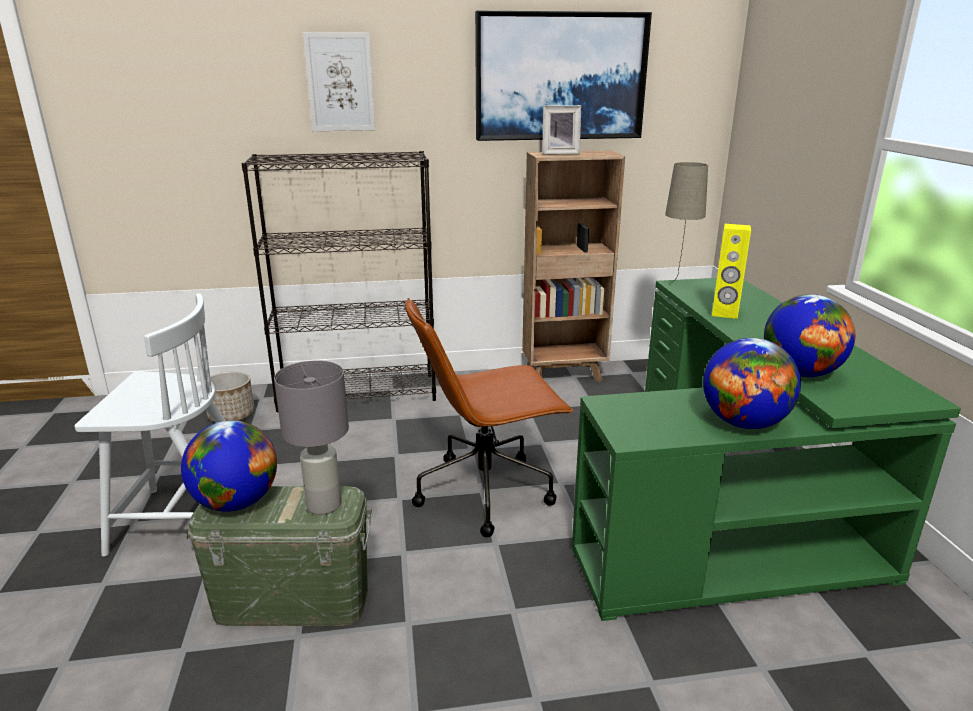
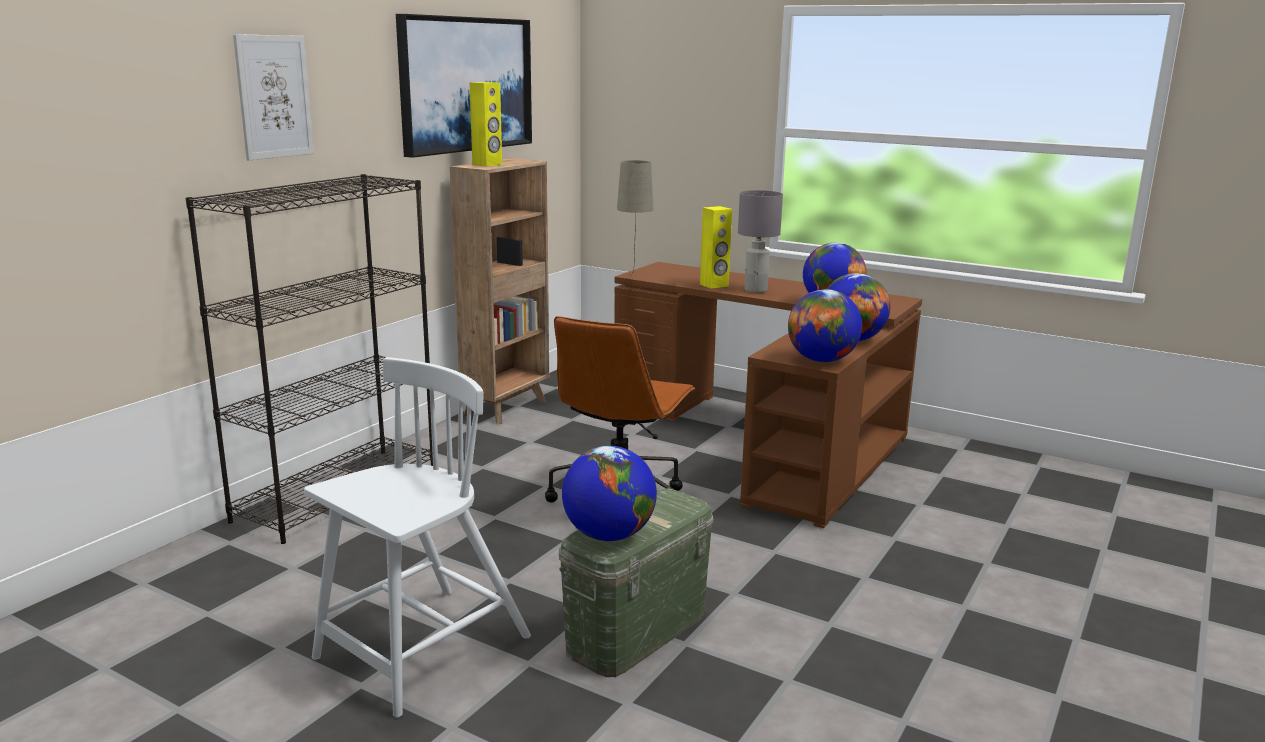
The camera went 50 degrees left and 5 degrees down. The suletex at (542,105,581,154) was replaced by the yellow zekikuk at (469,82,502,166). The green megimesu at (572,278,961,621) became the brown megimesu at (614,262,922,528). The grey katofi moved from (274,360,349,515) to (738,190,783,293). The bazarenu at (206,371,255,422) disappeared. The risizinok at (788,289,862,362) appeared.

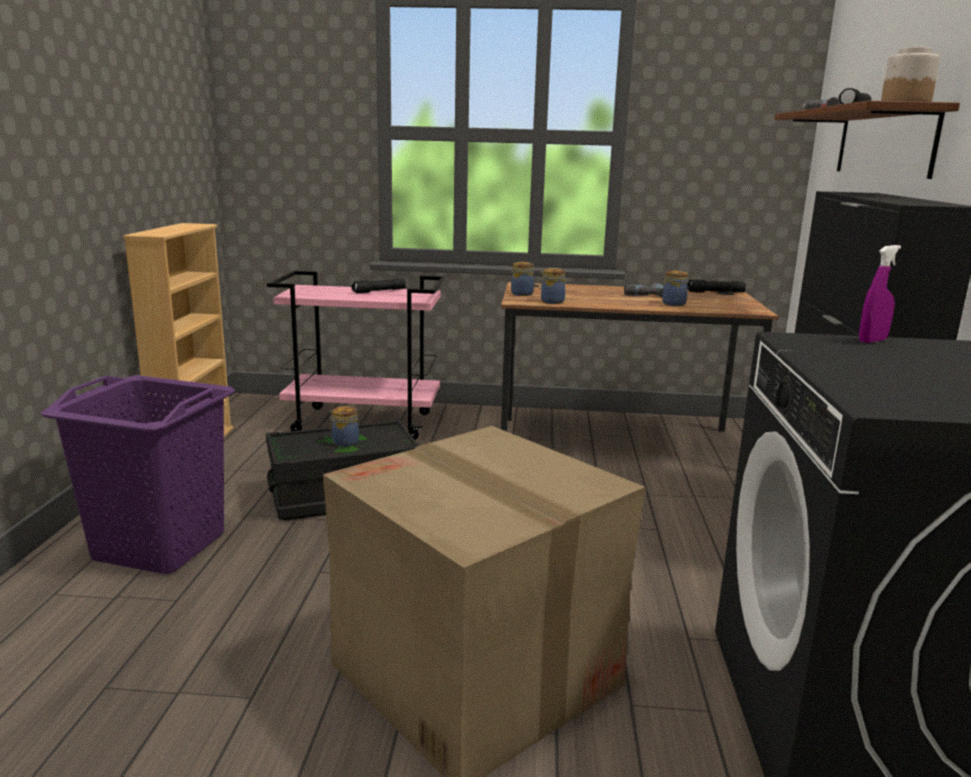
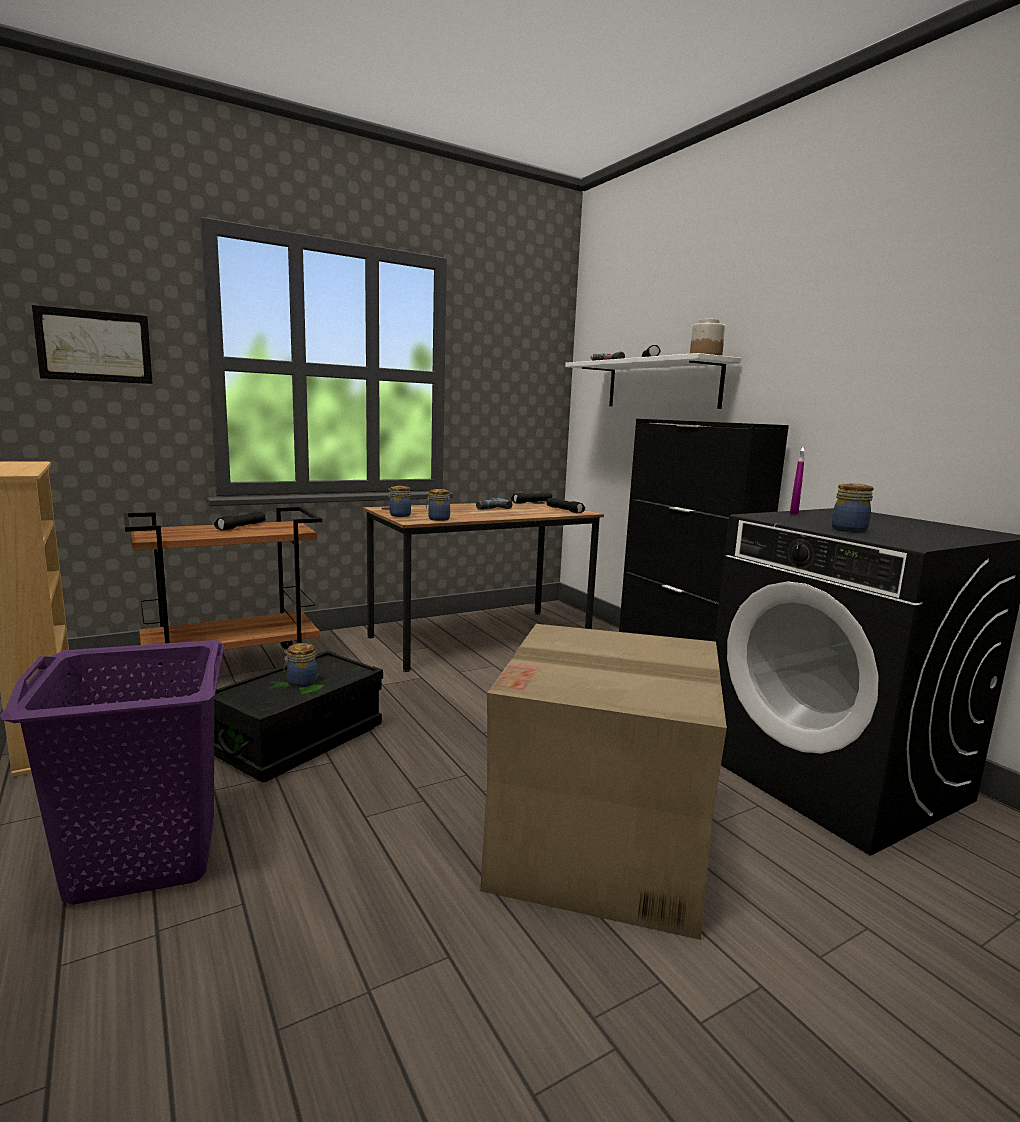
The camera went 35 degrees left and 5 degrees down. The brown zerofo at (774,100,960,179) became the white zerofo at (565,353,741,409). The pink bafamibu at (267,271,445,440) became the brown bafamibu at (123,507,322,691). The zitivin moved from (662,271,689,306) to (832,483,874,533). The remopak at (32,305,153,384) appeared. The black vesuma at (547,498,585,513) appeared.

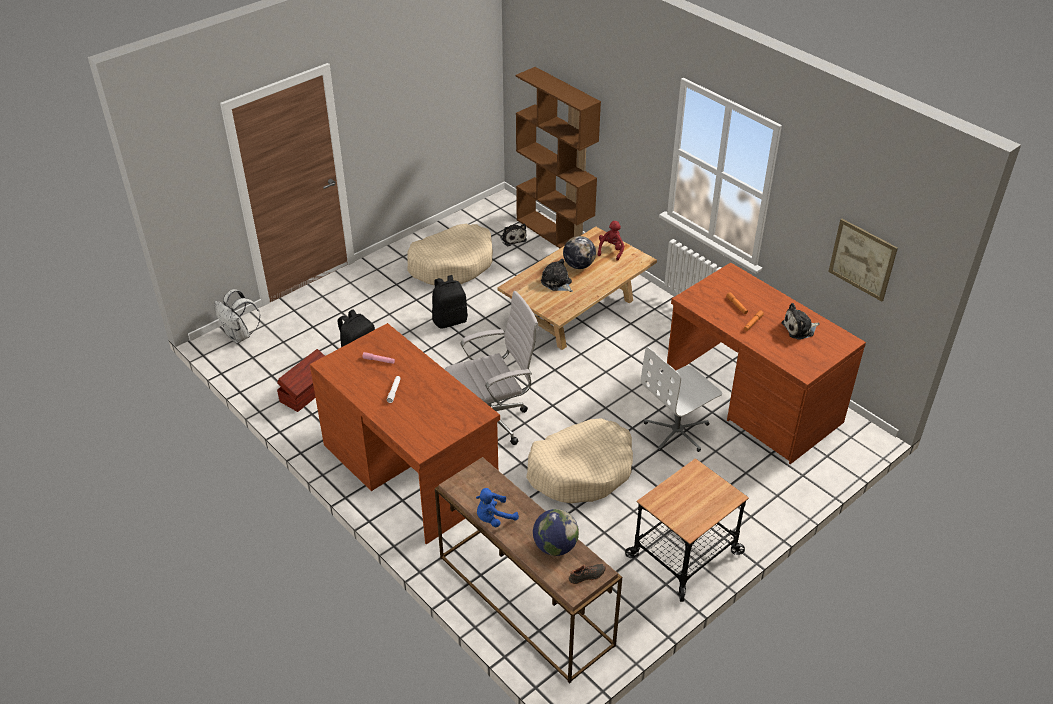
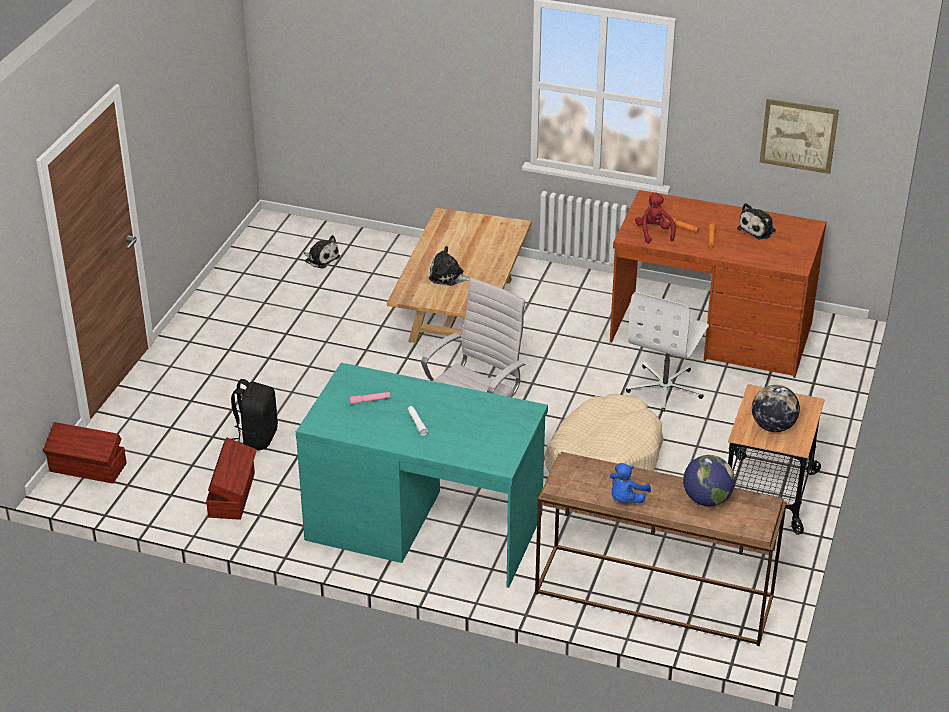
The camera went 30 degrees left and 5 degrees down. The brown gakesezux at (516,67,601,248) disappeared. The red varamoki moved from (597,221,624,261) to (635,192,676,243). The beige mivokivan at (407,224,493,285) disappeared. The risizinok moved from (563,236,596,269) to (752,385,800,432). The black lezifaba at (432,275,468,329) disappeared. The white lezifaba at (215,289,260,343) was replaced by the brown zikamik at (43,422,127,483). The brown megimesu at (310,323,500,544) became the turquoise megimesu at (296,363,548,588). The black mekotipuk at (569,564,606,584) disappeared.

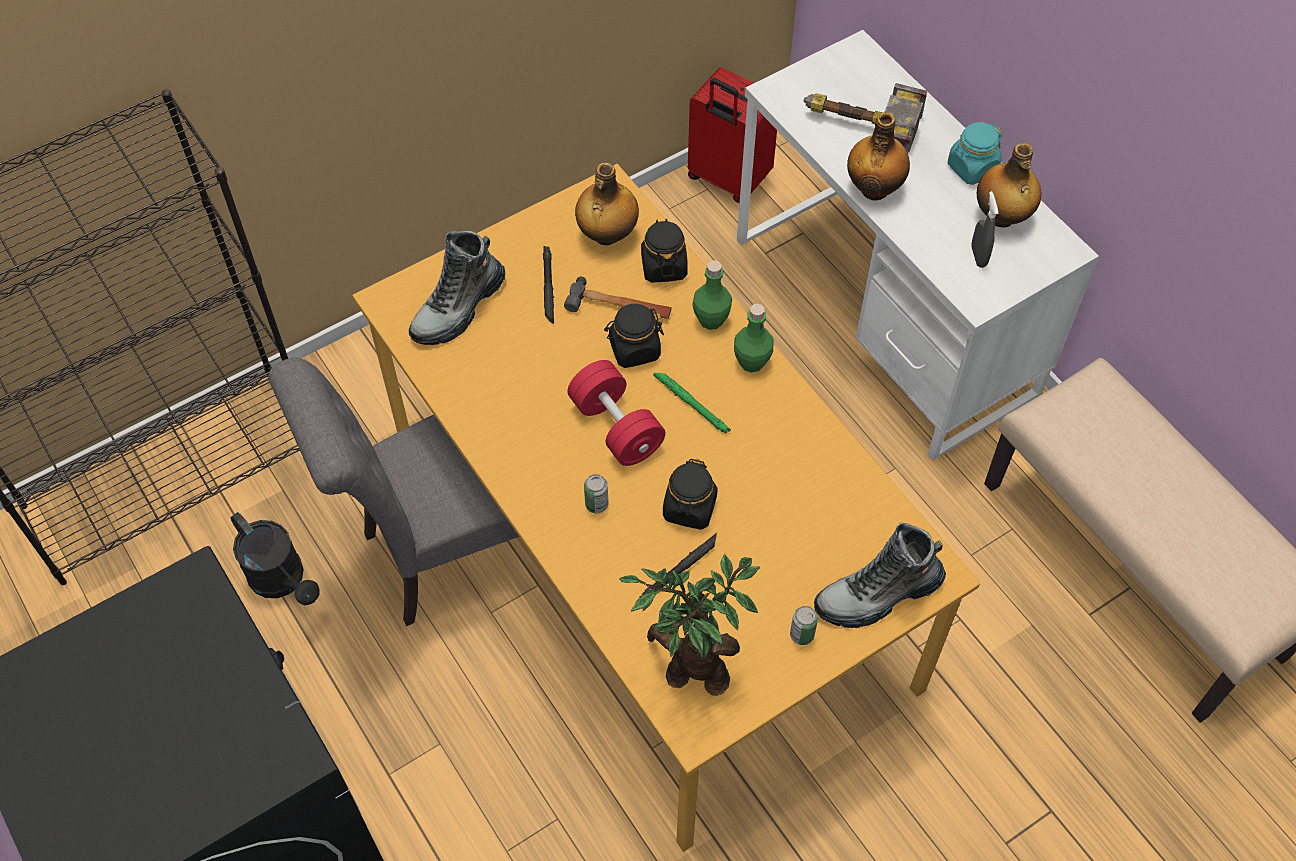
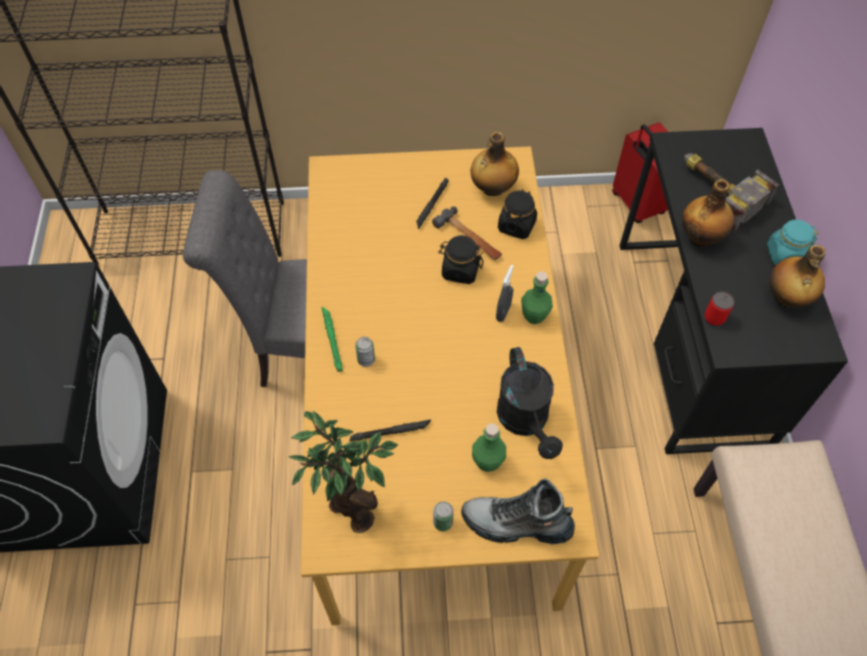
The camera went 30 degrees right and 0 degrees up. The white megimesu at (737,30,1099,461) became the black megimesu at (619,128,848,454). The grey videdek moved from (971,191,999,268) to (496,265,514,322). The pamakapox at (409,231,505,345) disappeared. The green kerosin moved from (692,260,732,330) to (472,423,506,472). The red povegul at (568,360,665,466) disappeared. The green vesuma moved from (653,373,731,433) to (321,307,343,372). The black zitivin at (663,459,718,530) disappeared. The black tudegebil moved from (231,512,320,605) to (497,347,563,459). The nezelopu at (704,291,734,326) appeared.

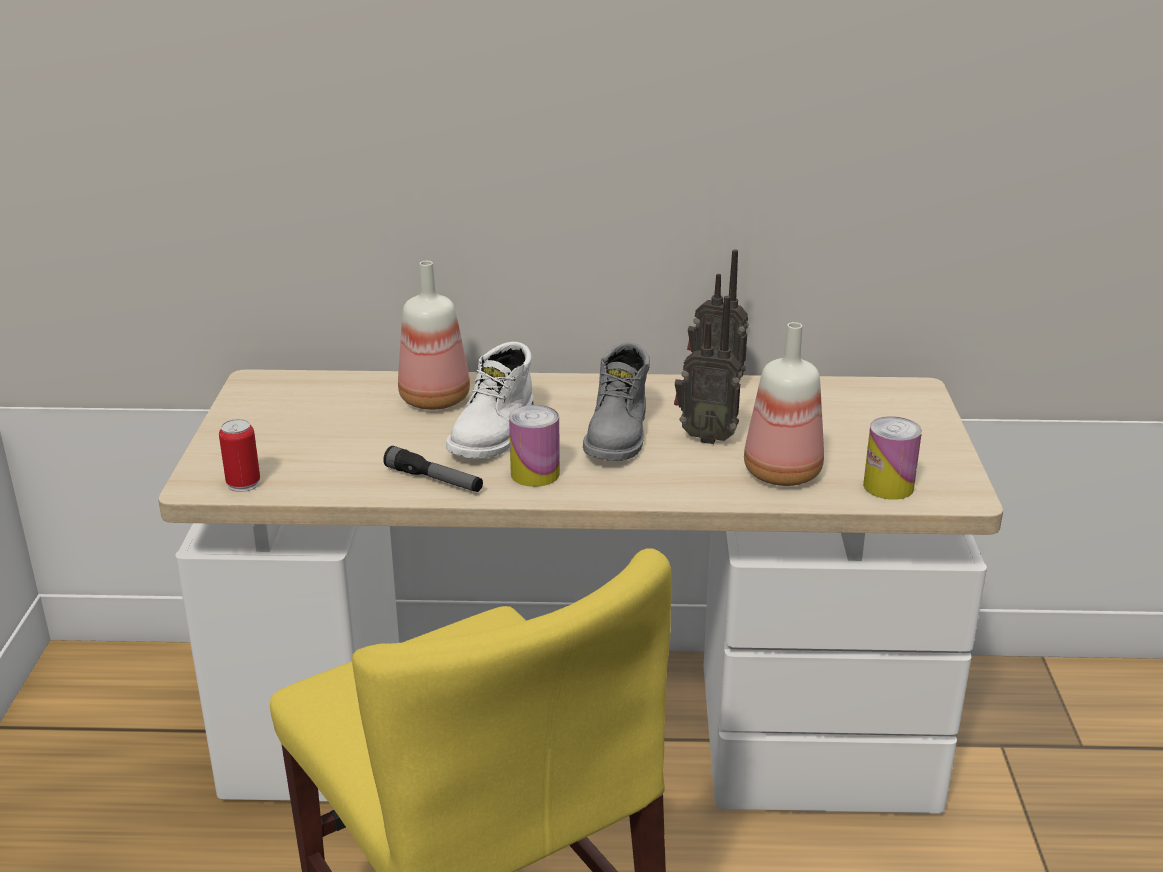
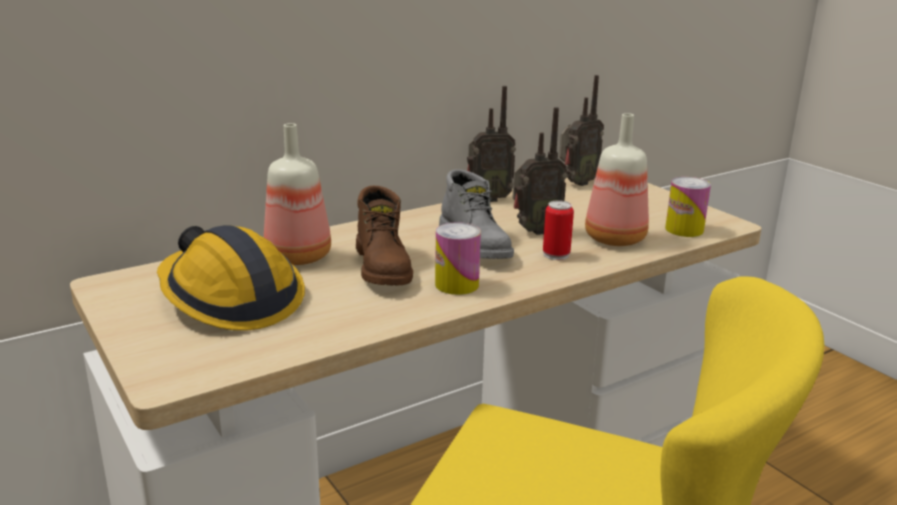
The camera went 35 degrees left and 5 degrees down. The white pamakapox at (446,342,534,458) became the brown pamakapox at (356,186,413,285). The nezelopu moved from (219,419,260,492) to (543,200,574,260). The vesuma at (383,446,483,492) disappeared. The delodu at (559,75,604,186) appeared. The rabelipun at (157,225,305,331) appeared.

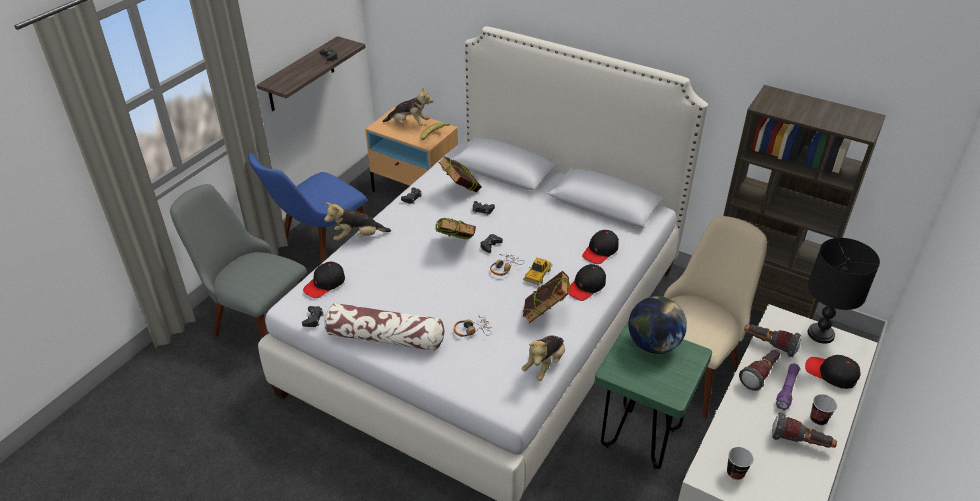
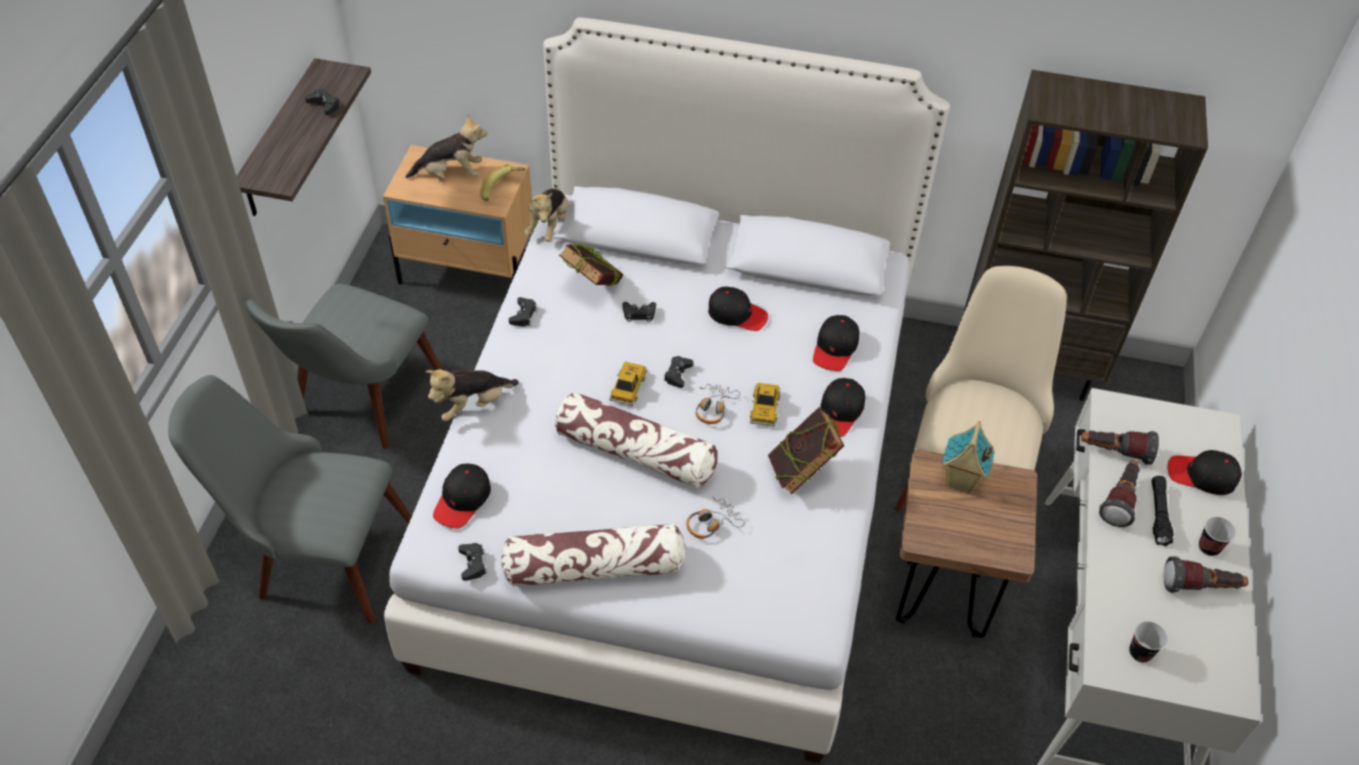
The camera went 20 degrees left and 10 degrees up. The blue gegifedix at (248,153,367,263) became the grey gegifedix at (245,283,443,449). The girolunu at (436,218,476,239) was replaced by the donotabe at (609,362,647,406). The black katofi at (808,238,880,344) disappeared. The risizinok at (628,296,687,354) was replaced by the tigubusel at (942,421,995,494). The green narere at (595,321,712,469) became the brown narere at (896,450,1038,638). The varamoki moved from (522,335,565,381) to (524,188,569,242). The purple vesuma at (776,363,800,411) became the black vesuma at (1152,476,1174,546). The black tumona at (708,287,768,331) appeared. The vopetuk at (555,392,717,488) appeared.

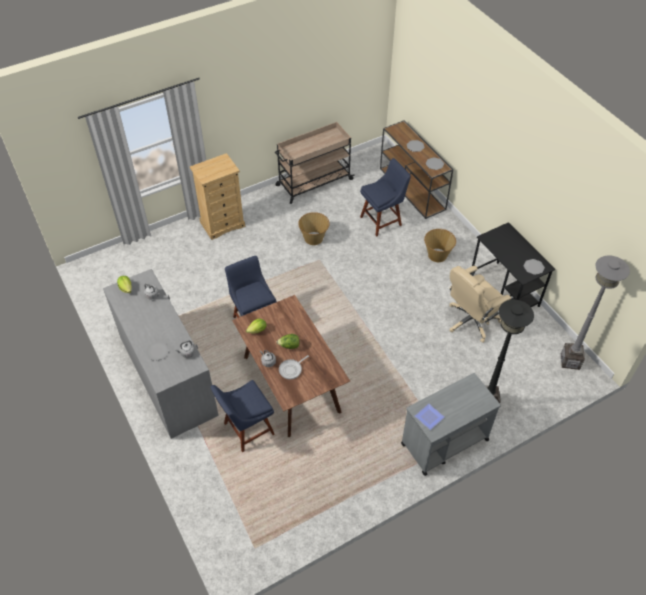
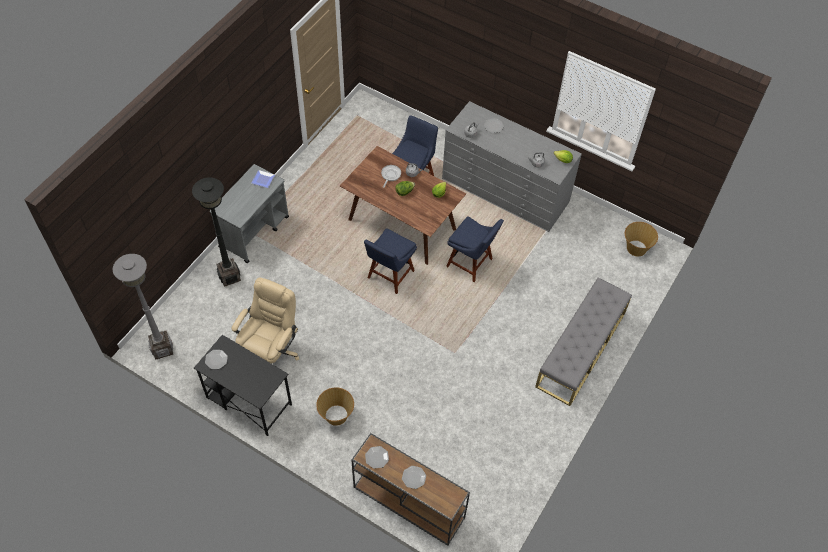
The camera went 150 degrees right and 5 degrees up. The beige bafamibu at (275,122,354,204) disappeared. The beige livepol at (190,153,245,240) was replaced by the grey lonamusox at (535,278,632,406). The blue gegifedix moved from (360,158,411,237) to (364,228,417,294). The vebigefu moved from (298,212,330,245) to (625,222,658,257).

